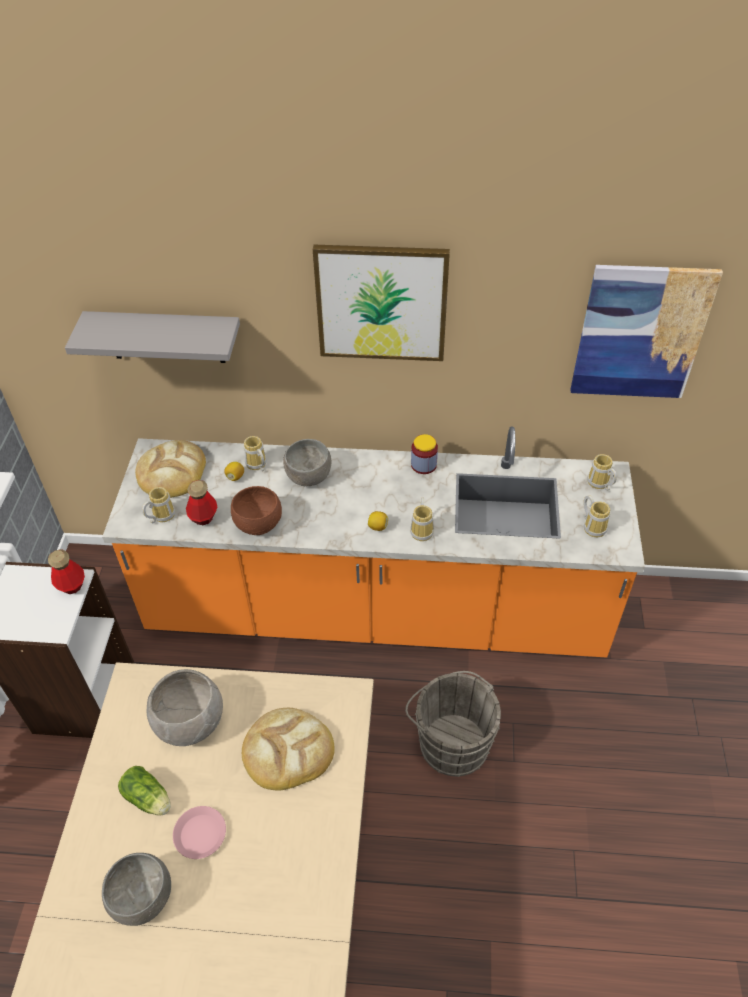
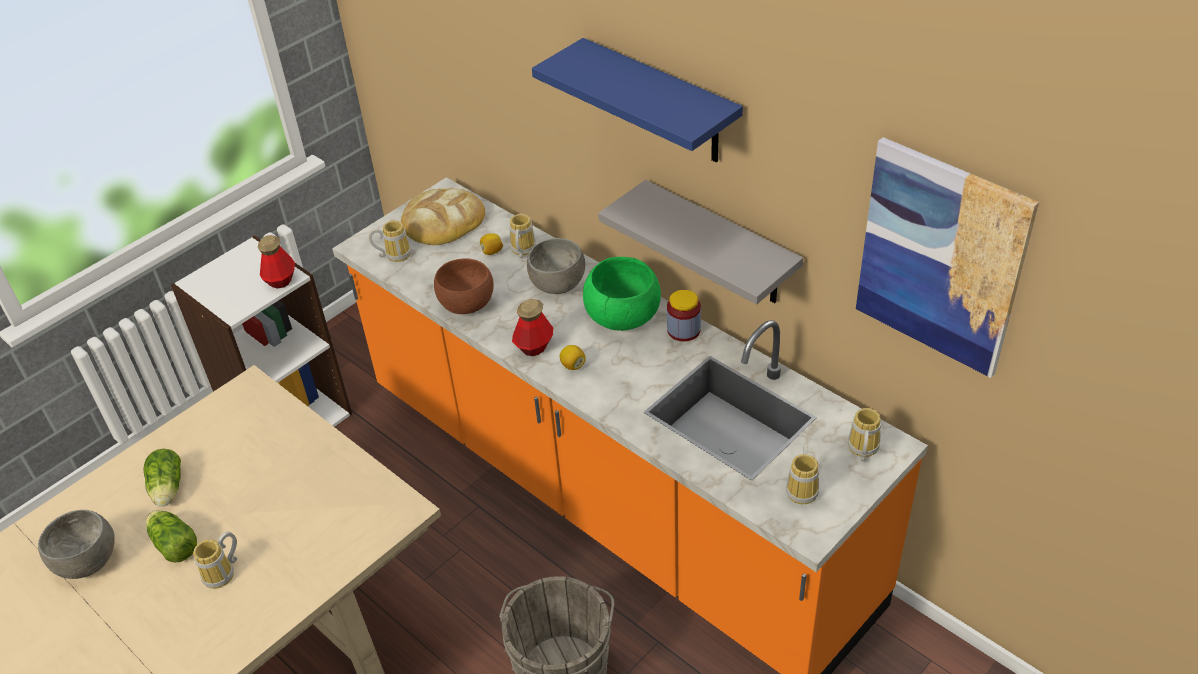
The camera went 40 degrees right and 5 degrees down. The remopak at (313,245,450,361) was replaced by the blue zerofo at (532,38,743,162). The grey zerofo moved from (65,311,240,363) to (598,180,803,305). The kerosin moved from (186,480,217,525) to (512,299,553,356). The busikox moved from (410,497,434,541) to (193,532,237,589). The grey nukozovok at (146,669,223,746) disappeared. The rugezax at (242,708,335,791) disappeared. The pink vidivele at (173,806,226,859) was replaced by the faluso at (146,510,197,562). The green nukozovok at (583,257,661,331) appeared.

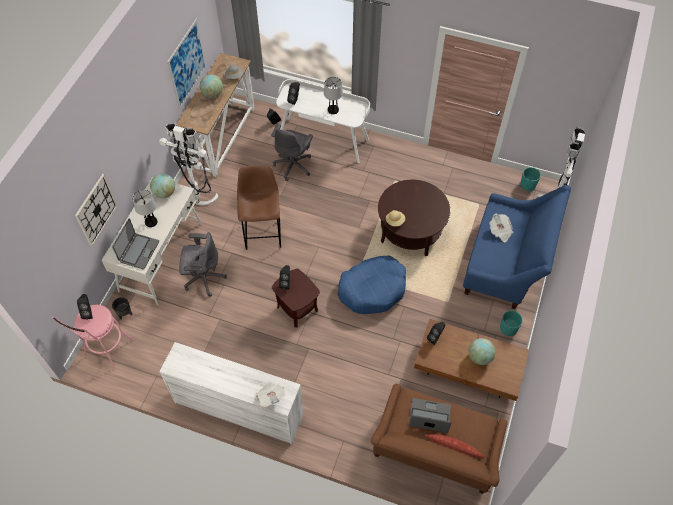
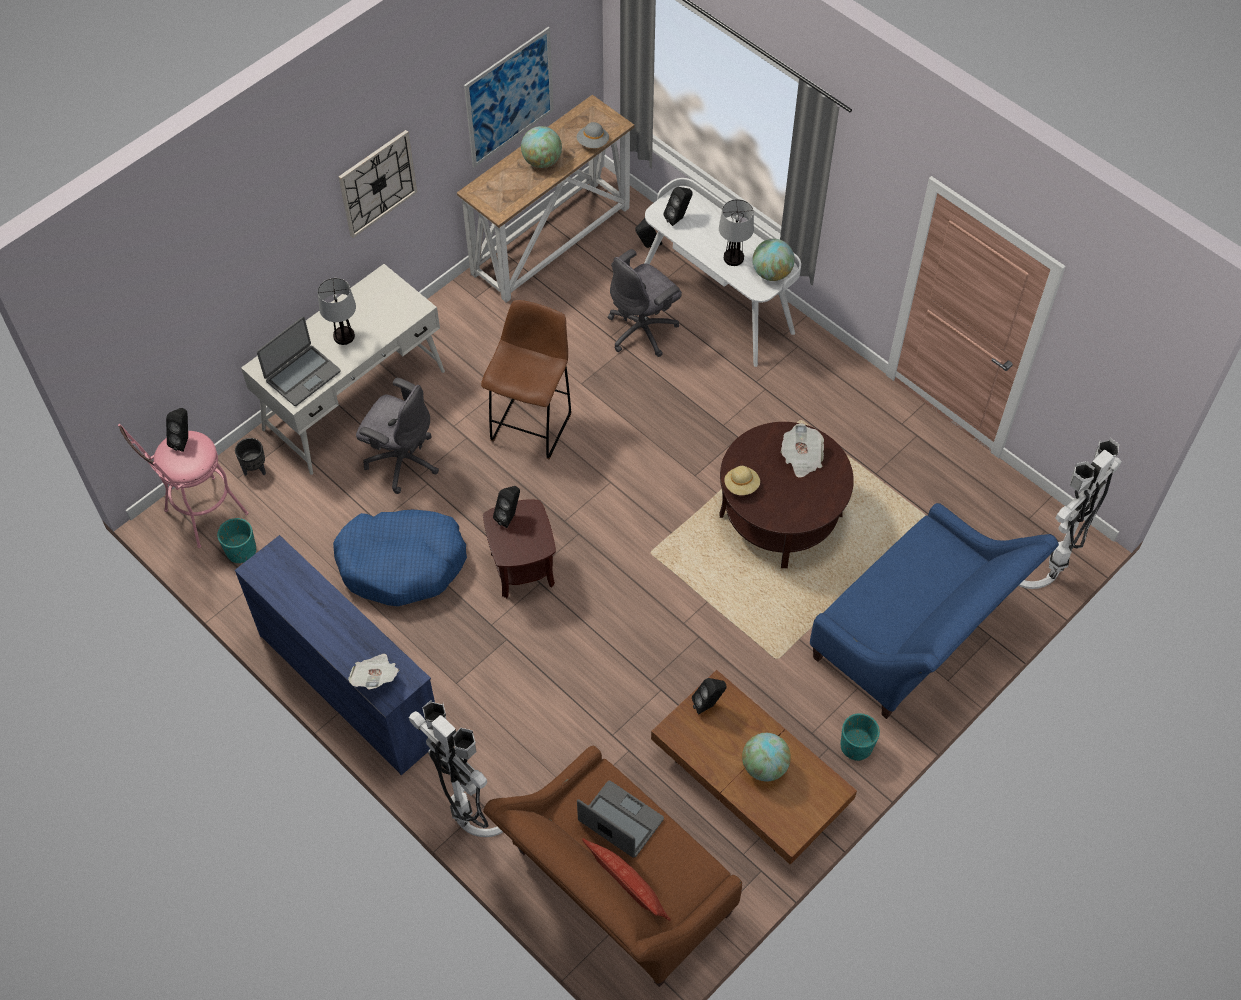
The camera went 25 degrees right and 0 degrees up. The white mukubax moved from (159,123,218,206) to (409,700,503,837). The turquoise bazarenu moved from (520,167,541,191) to (217,518,256,563). The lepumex moved from (75,174,118,246) to (338,130,417,238). The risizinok moved from (150,174,175,198) to (752,239,795,281). The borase moved from (489,214,513,242) to (781,423,824,478). The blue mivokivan moved from (337,255,406,314) to (333,509,467,606). The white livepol at (160,342,303,444) became the blue livepol at (235,535,435,775).

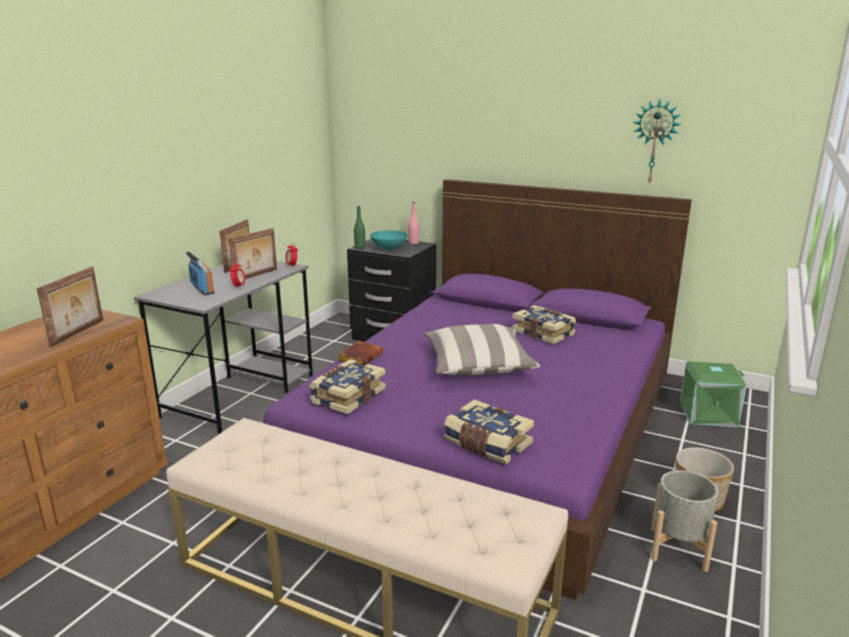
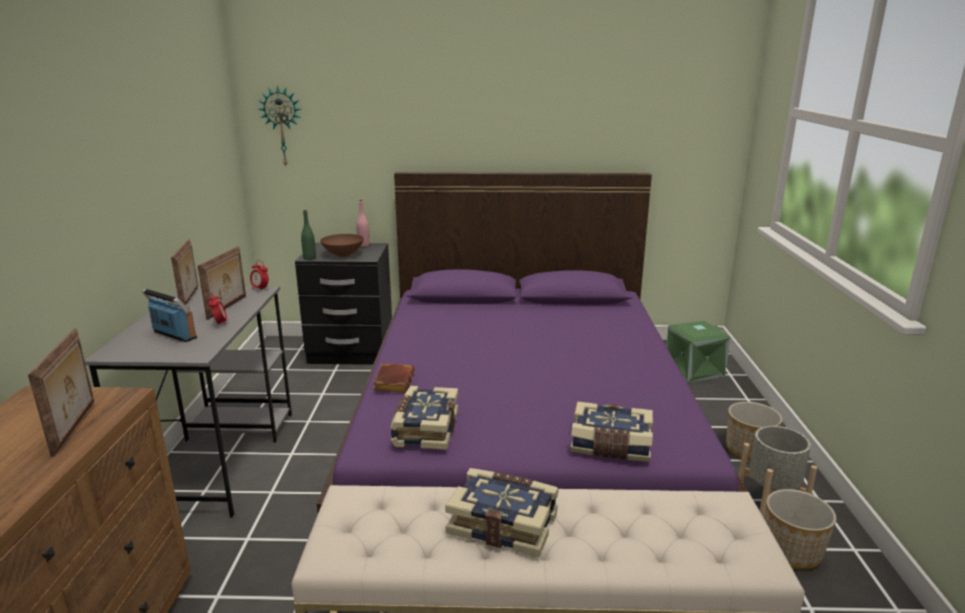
The camera went 25 degrees left and 0 degrees up. The lepumex moved from (633,100,681,185) to (258,85,301,166). The turquoise nukozovok at (370,230,408,250) became the brown nukozovok at (320,234,364,257). The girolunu moved from (512,305,576,344) to (445,468,559,557). The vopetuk at (424,324,540,375) disappeared. The bazarenu at (765,489,836,570) appeared.

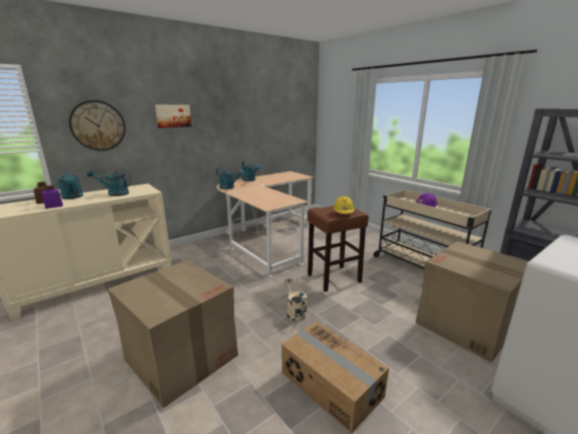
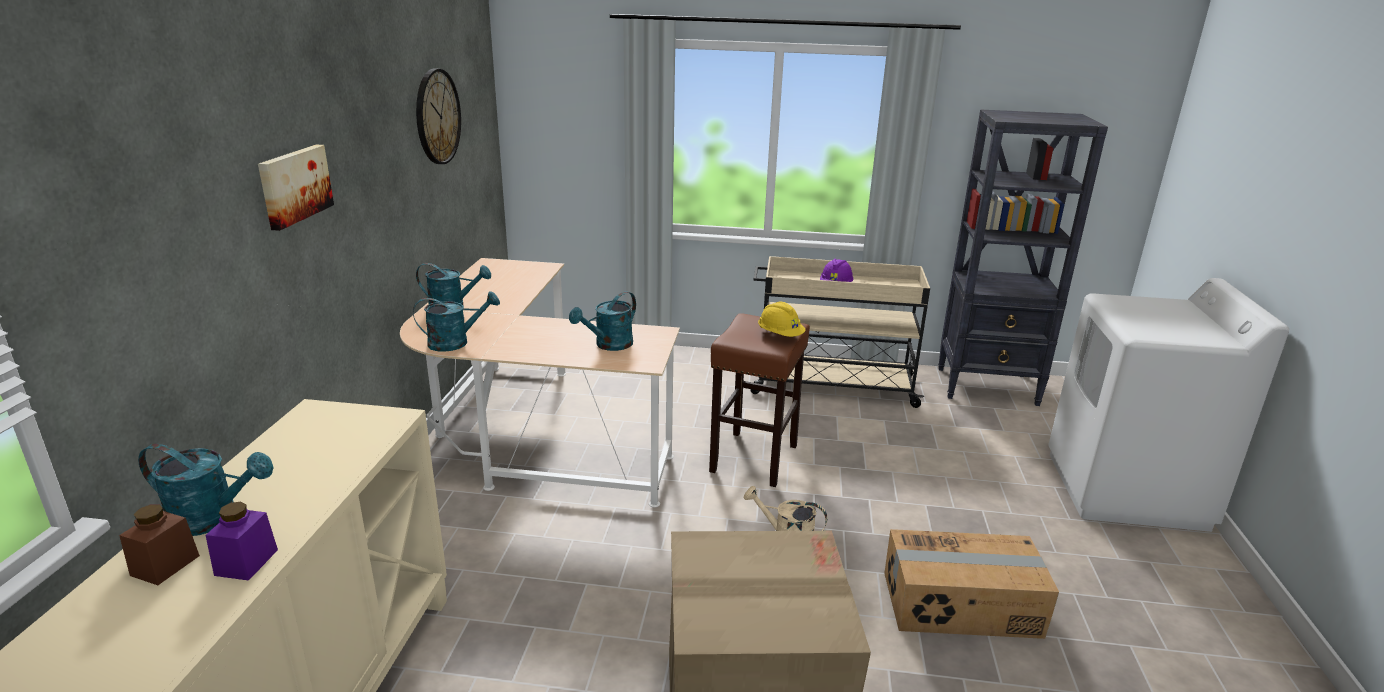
The camera went 45 degrees left and 5 degrees up. The lepumex moved from (69,100,126,151) to (416,68,461,164). The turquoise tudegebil moved from (87,169,131,196) to (569,291,636,351). The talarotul at (416,241,529,363) disappeared.

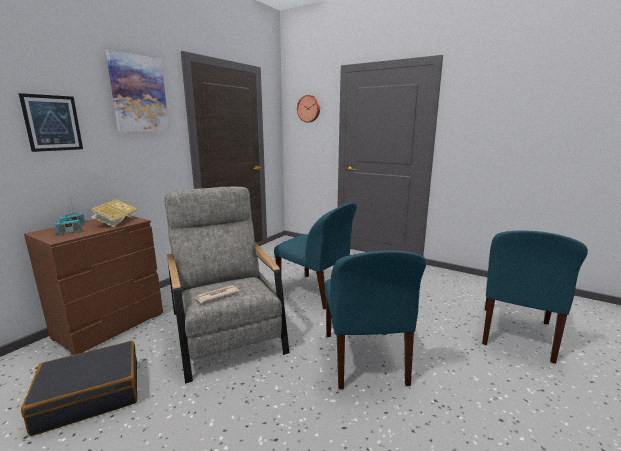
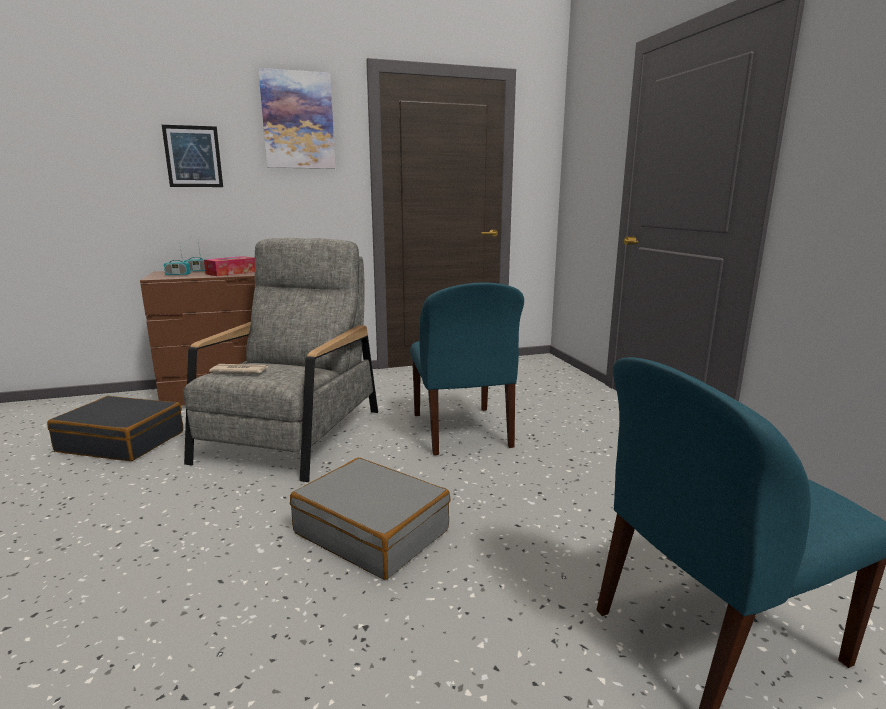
The camera went 40 degrees right and 0 degrees up. The lepumex at (297,95,320,122) disappeared. The girolunu at (91,199,138,227) was replaced by the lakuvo at (204,256,255,276). The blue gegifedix at (325,250,426,390) was replaced by the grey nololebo at (290,458,451,580).

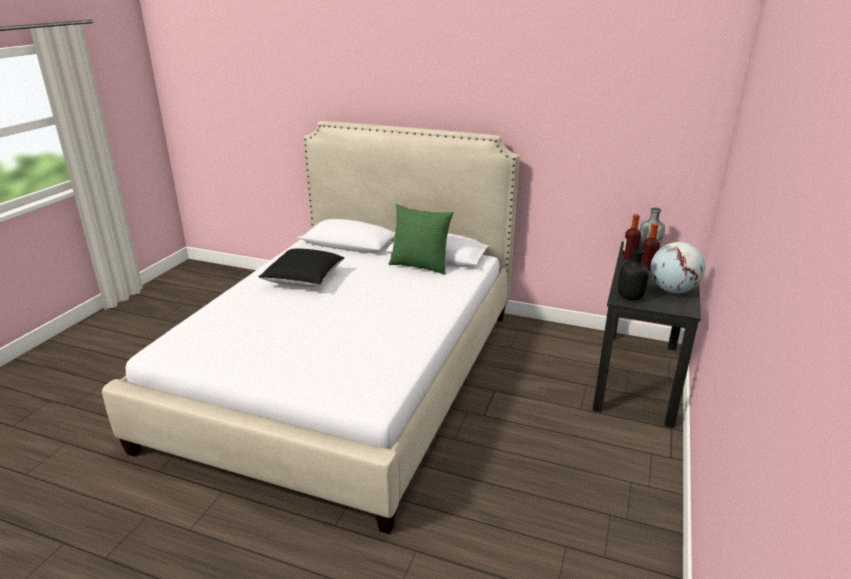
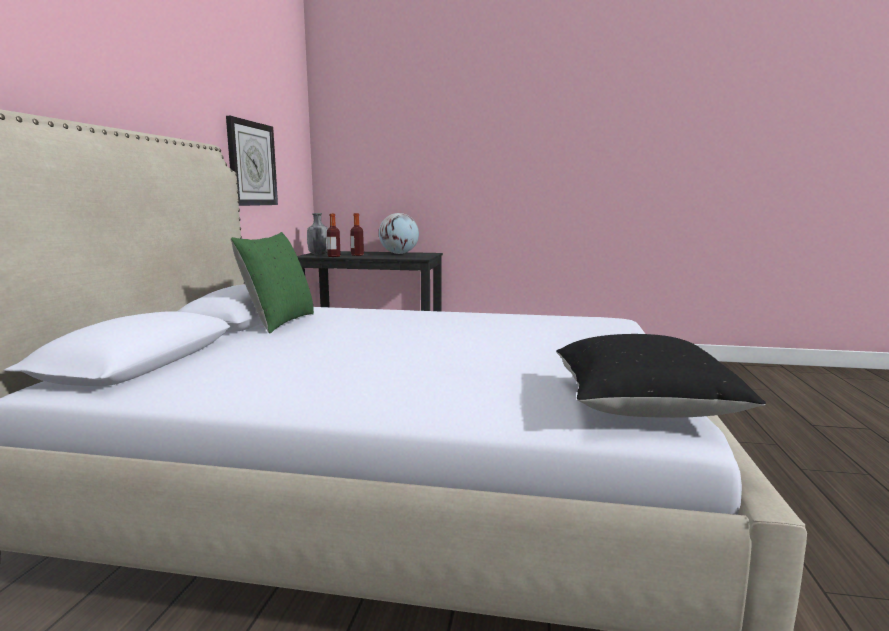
The camera went 100 degrees left and 15 degrees down. The black vopetuk moved from (259,248,345,287) to (556,334,766,418). The black kerosin at (618,248,649,300) disappeared. The lepumex at (226,116,278,206) appeared.

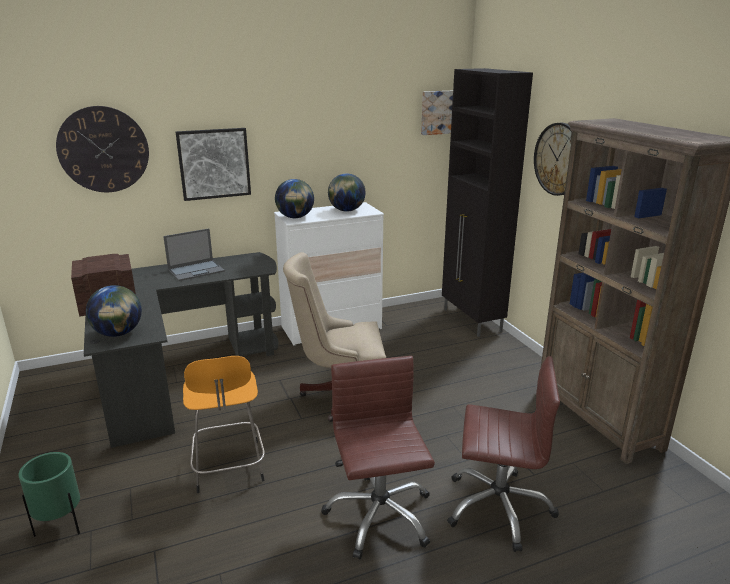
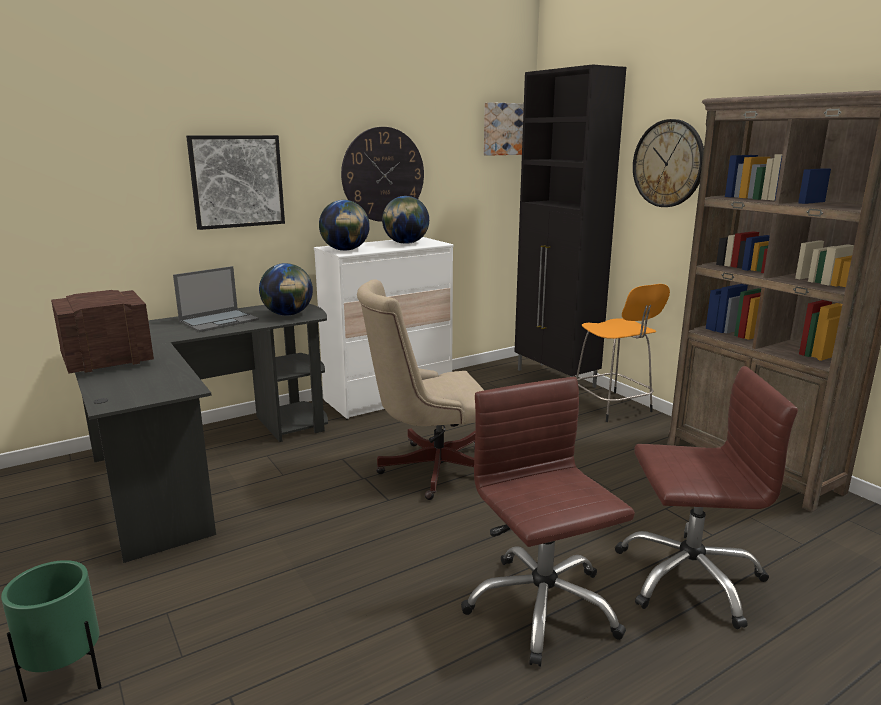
The camera went 10 degrees left and 5 degrees down. The lepumex moved from (56,106,149,192) to (341,127,424,222). The risizinok moved from (86,285,142,337) to (259,263,313,316). The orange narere moved from (183,356,265,493) to (576,284,670,422).

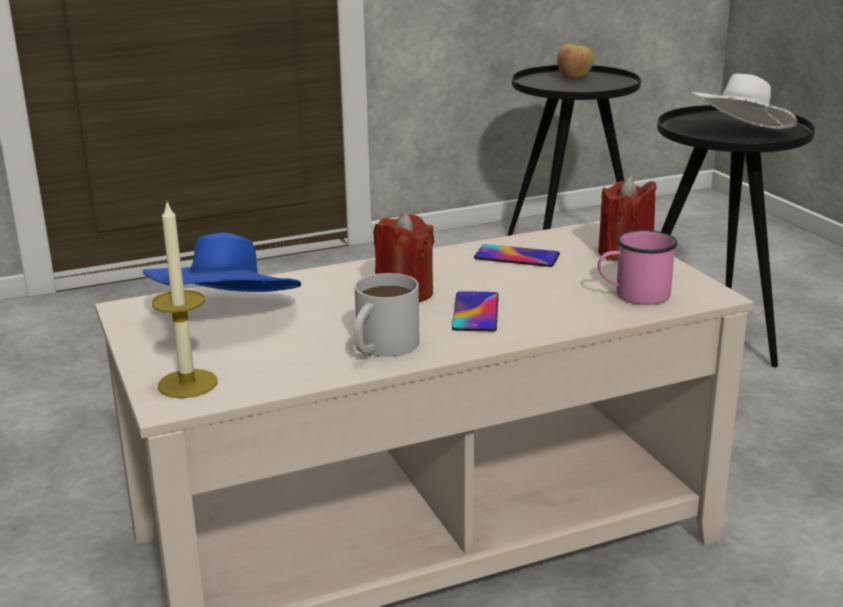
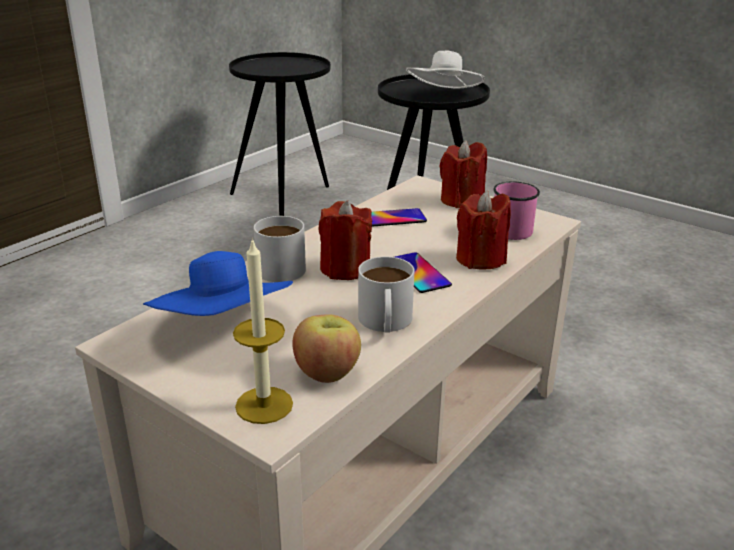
The camera went 30 degrees left and 5 degrees up. The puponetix moved from (557,44,594,79) to (292,314,361,383). The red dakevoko at (456,190,511,269) appeared. The white busikox at (254,216,306,282) appeared.

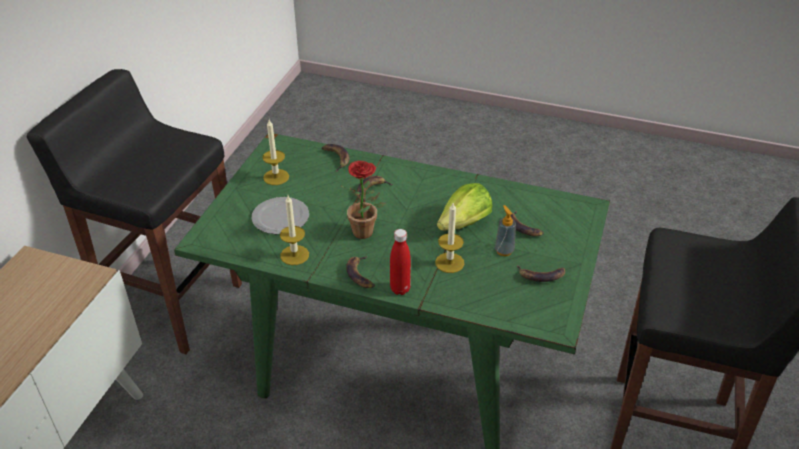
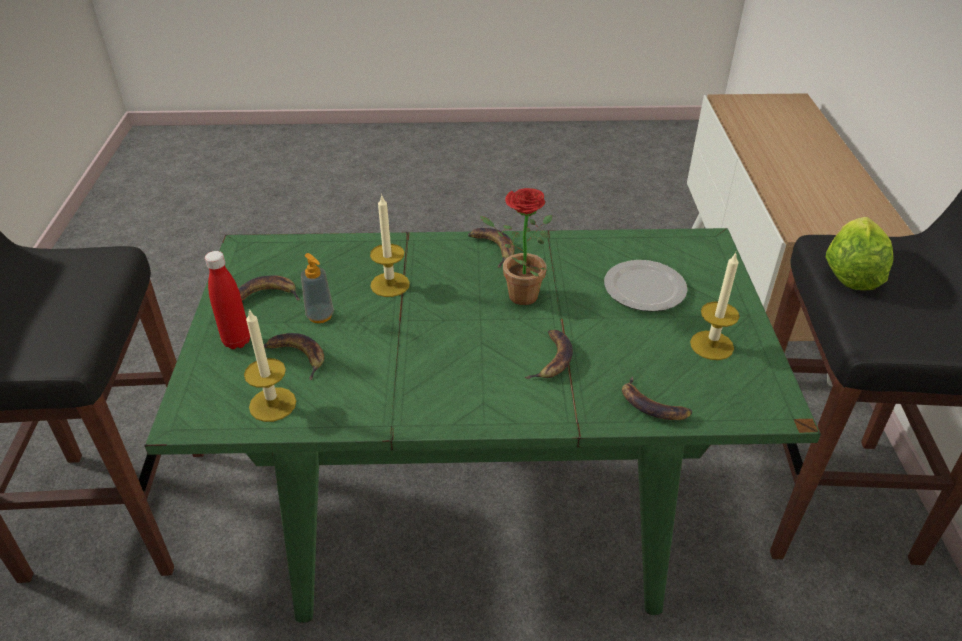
The camera went 160 degrees right and 0 degrees up. The faluso moved from (437,183,492,231) to (826,217,894,291). The dakevoko moved from (280,195,309,265) to (244,309,296,422). The red kerosin moved from (390,229,411,295) to (205,251,250,349).

